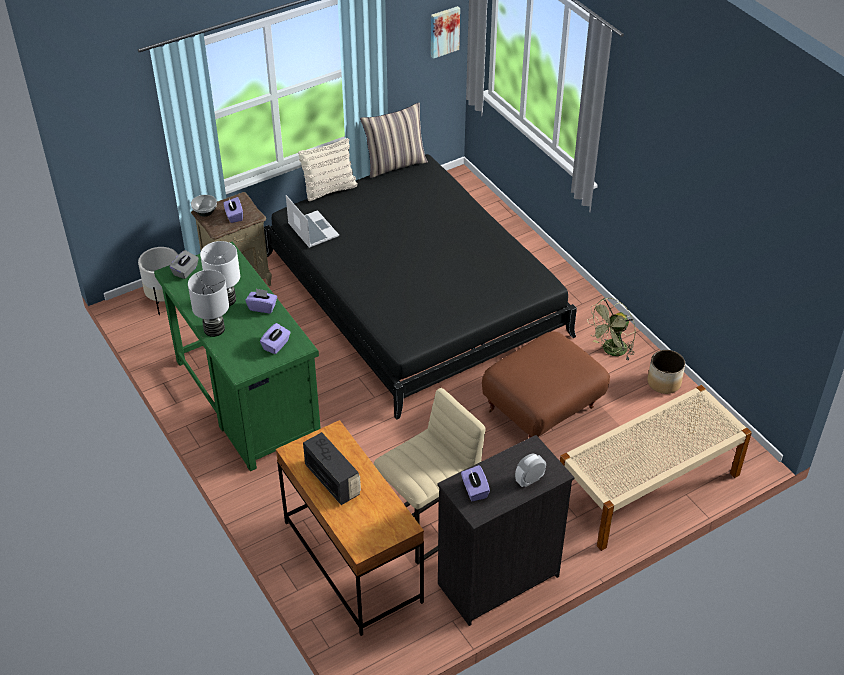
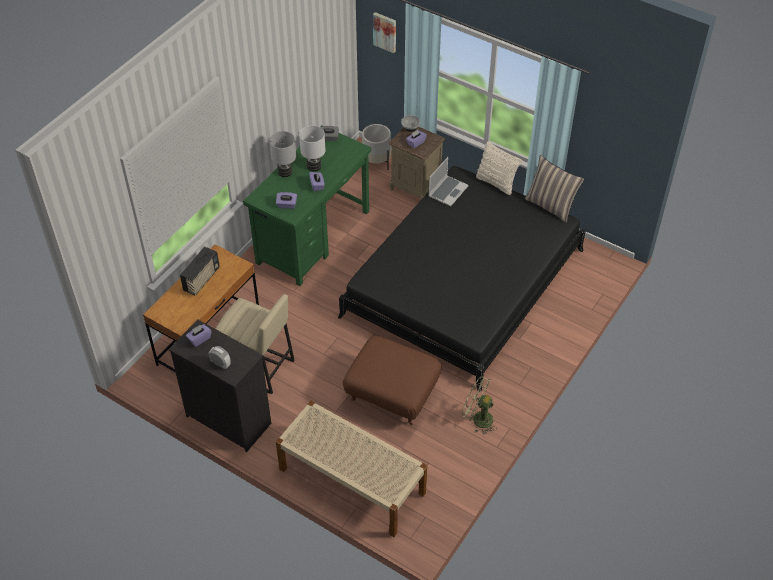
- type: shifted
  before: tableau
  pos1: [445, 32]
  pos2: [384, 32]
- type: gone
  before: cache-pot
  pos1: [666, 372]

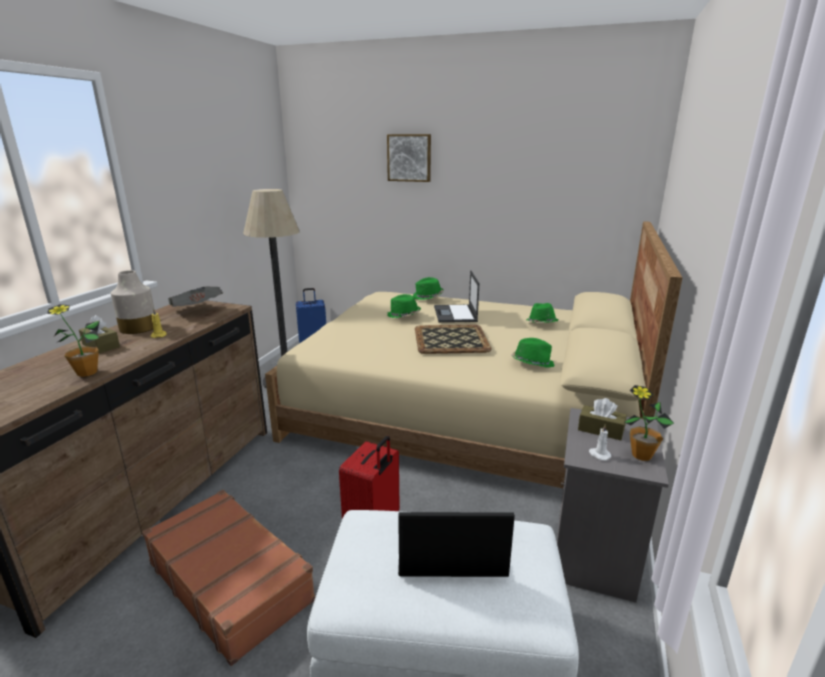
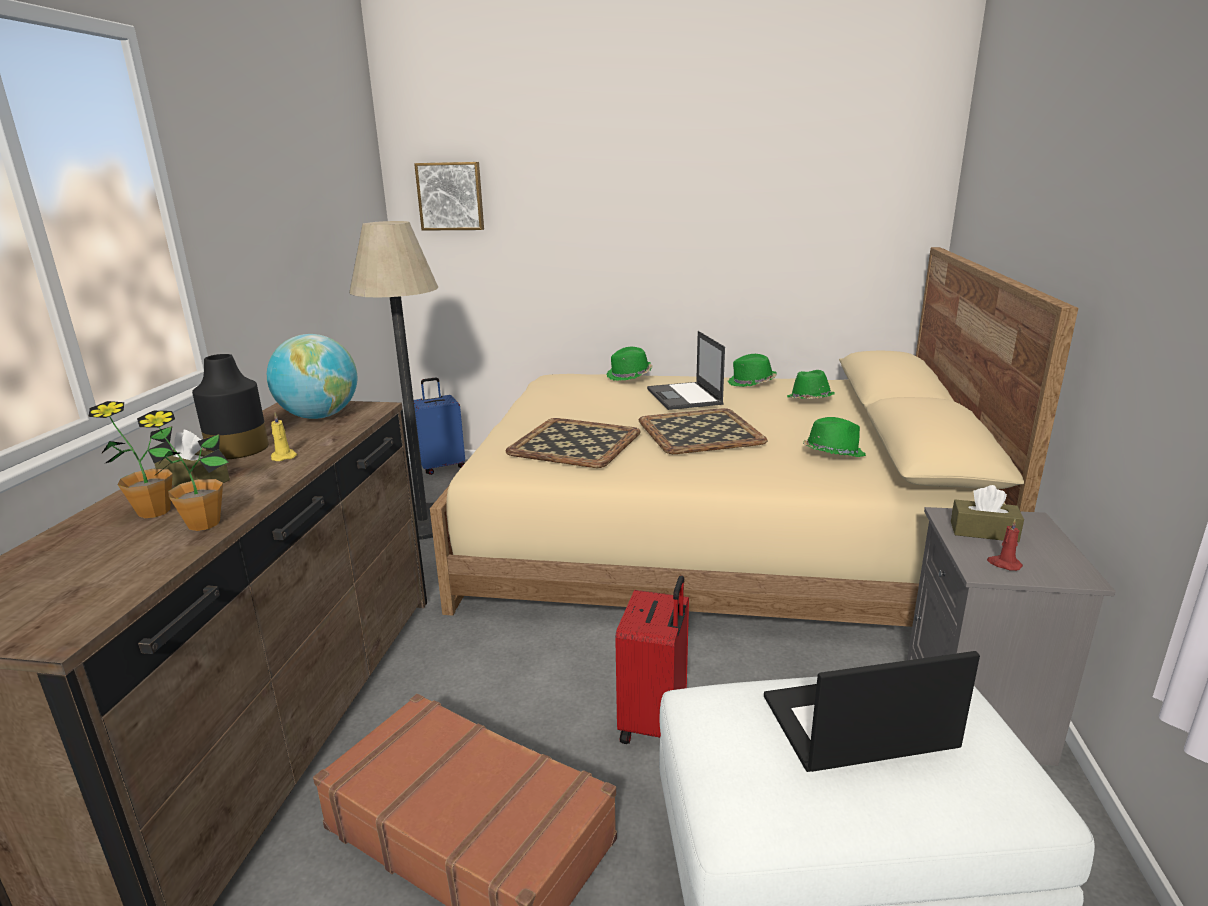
- type: shifted
  before: plante en pot
  pos1: [649, 423]
  pos2: [131, 459]
- type: repainted
  before: vase [beige]
  after: vase [noir]
  pos1: [133, 302]
  pos2: [230, 406]
- type: swapped
  before: journal
  after: globe
  pos1: [195, 296]
  pos2: [312, 376]
- type: shifted
  before: tableau
  pos1: [409, 158]
  pos2: [449, 196]
- type: new
  after: plateau
  pos2: [573, 443]
- type: shifted
  before: chapeau [vert]
  pos1: [404, 306]
  pos2: [752, 370]
- type: repainted
  before: bougie [blanc]
  after: bougie [rouge]
  pos1: [600, 442]
  pos2: [1005, 545]

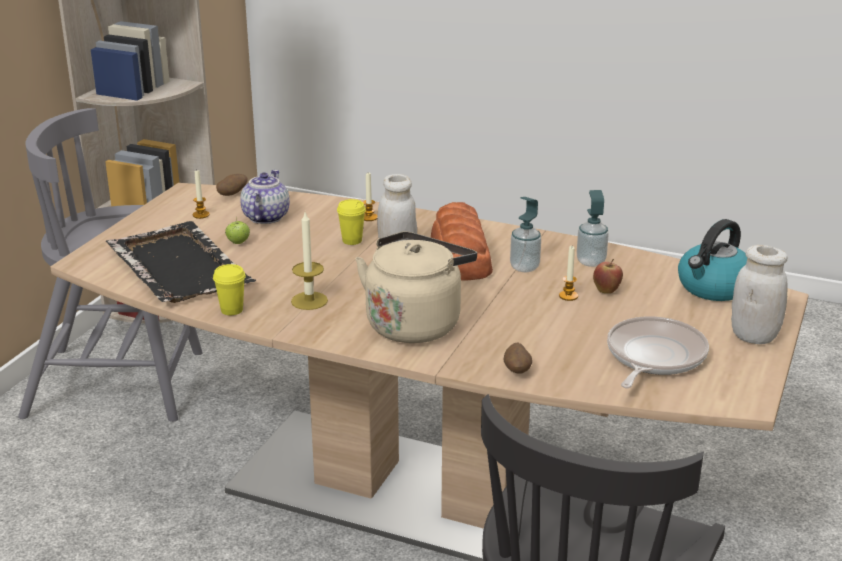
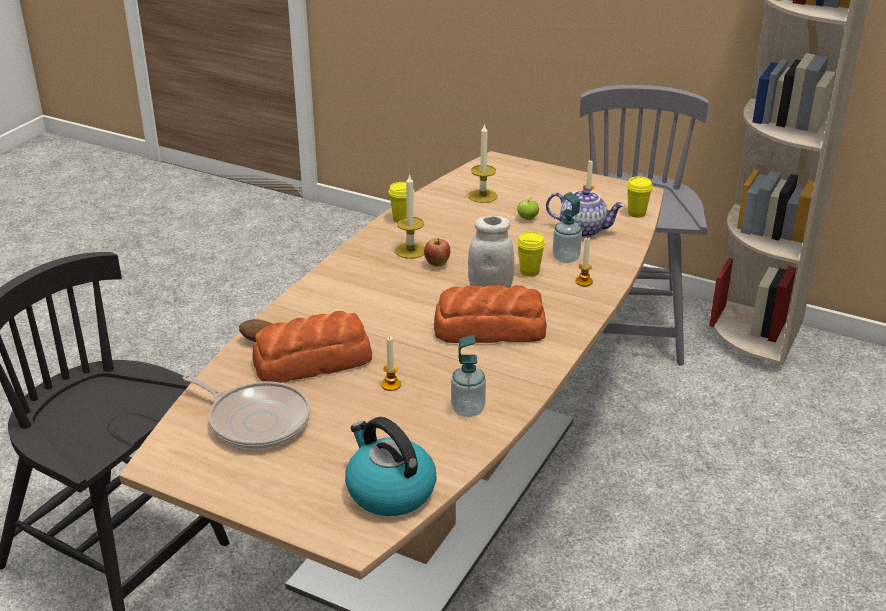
- type: new
  after: pain
  pos2: [312, 347]
- type: shifted
  before: pomme
  pos1: [608, 276]
  pos2: [437, 252]
- type: swapped
  before: plateau [noir]
  after: bougie
  pos1: [181, 262]
  pos2: [483, 163]
- type: shifted
  before: distributeur de savon
  pos1: [525, 234]
  pos2: [567, 227]
- type: swapped
  before: pomme de terre
  after: tasse [jaune]
  pos1: [231, 185]
  pos2: [639, 197]
- type: gone
  before: bouilloire [beige]
  pos1: [416, 287]
- type: gone
  before: bocal [blanc]
  pos1: [759, 294]

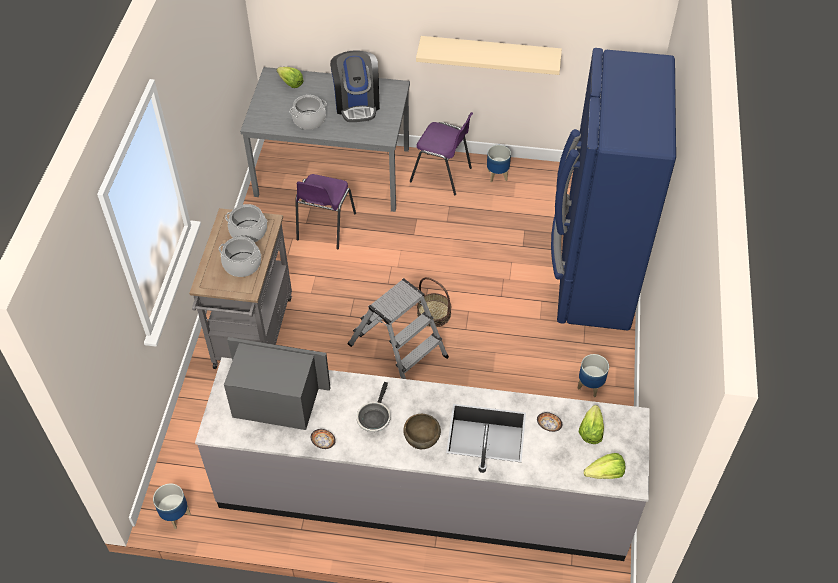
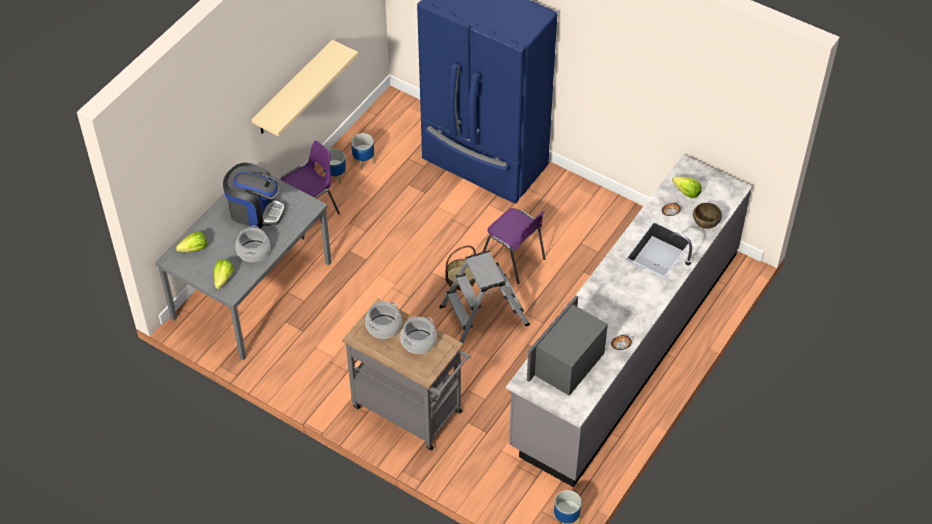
- type: shifted
  before: laitue
  pos1: [605, 466]
  pos2: [224, 274]
- type: shifted
  before: cache-pot
  pos1: [593, 375]
  pos2: [363, 151]
- type: shifted
  before: chaise [violet]
  pos1: [325, 211]
  pos2: [514, 246]
- type: shifted
  before: bol [marron]
  pos1: [422, 431]
  pos2: [707, 216]
- type: gone
  before: poêle
  pos1: [373, 407]

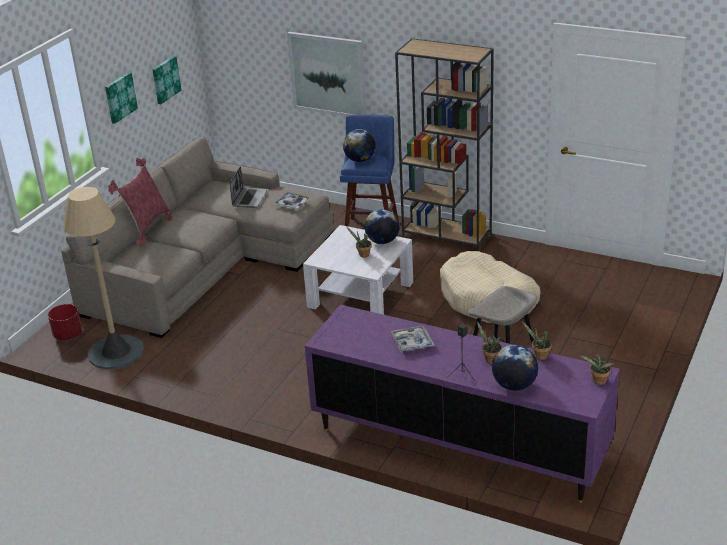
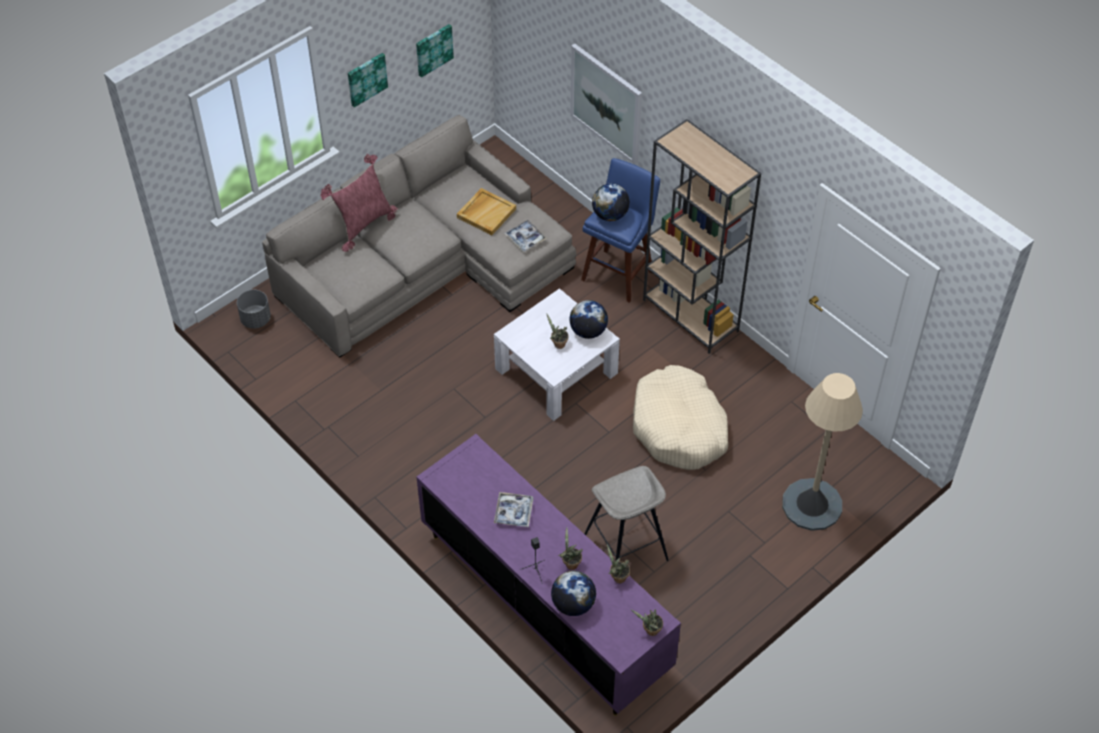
- type: repainted
  before: cache-pot [rouge]
  after: cache-pot [gris]
  pos1: [65, 322]
  pos2: [254, 309]
- type: swapped
  before: ordinateur portable
  after: plateau [beige]
  pos1: [248, 187]
  pos2: [486, 211]
- type: shifted
  before: lampadaire [beige]
  pos1: [103, 278]
  pos2: [822, 452]

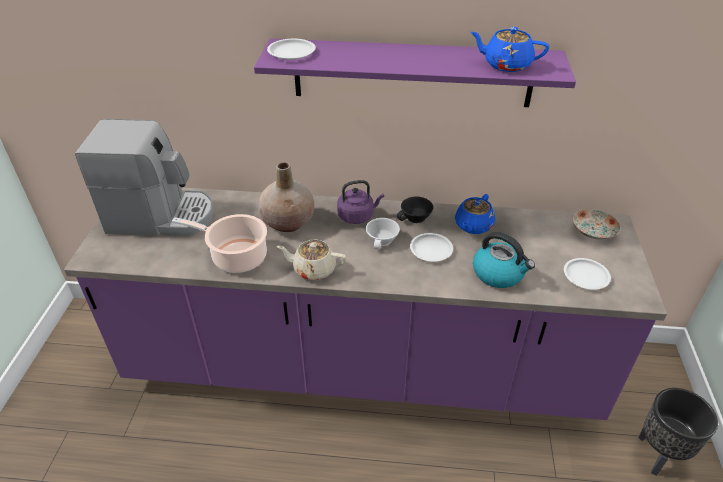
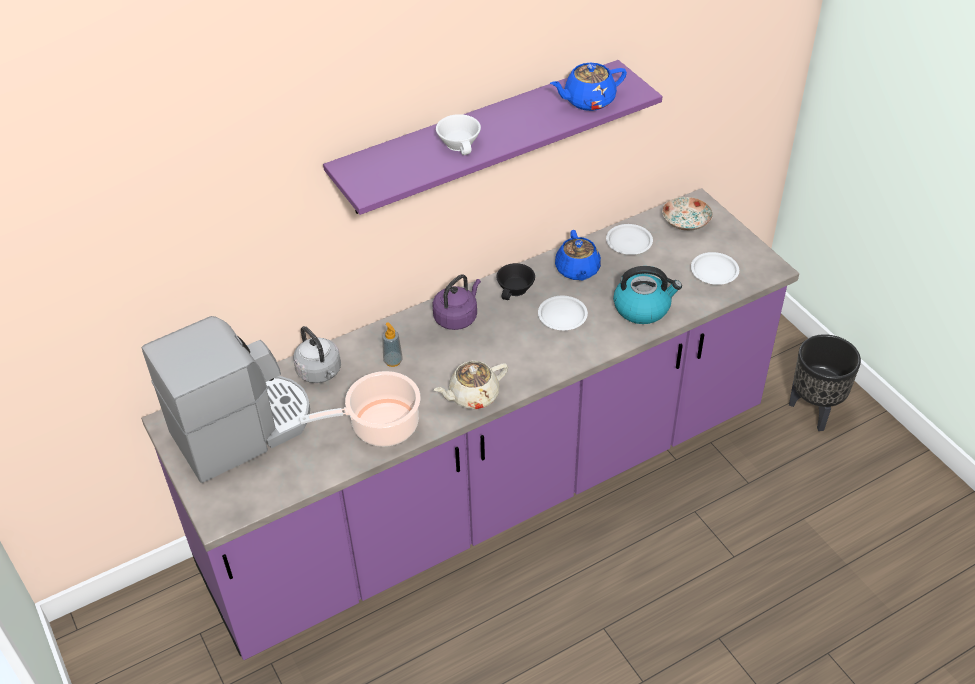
- type: new
  after: bouilloire [gris]
  pos2: [317, 354]
- type: swapped
  before: vase [beige]
  after: distributeur de savon
  pos1: [286, 197]
  pos2: [392, 344]
- type: shifted
  before: tasse [blanc]
  pos1: [383, 234]
  pos2: [458, 134]
- type: shifted
  before: assiette [blanc]
  pos1: [291, 49]
  pos2: [629, 239]

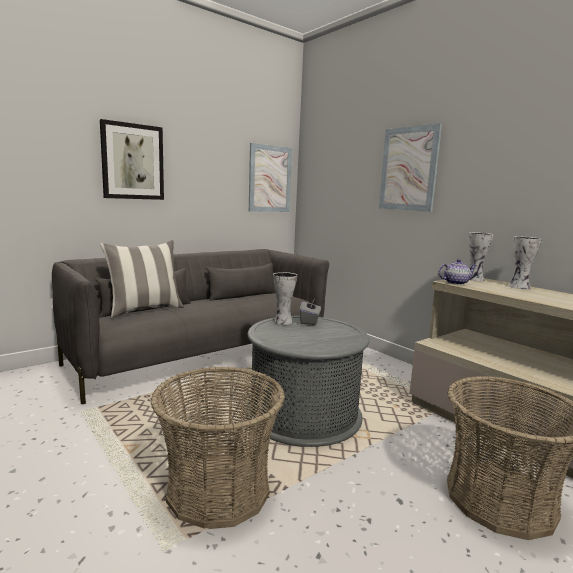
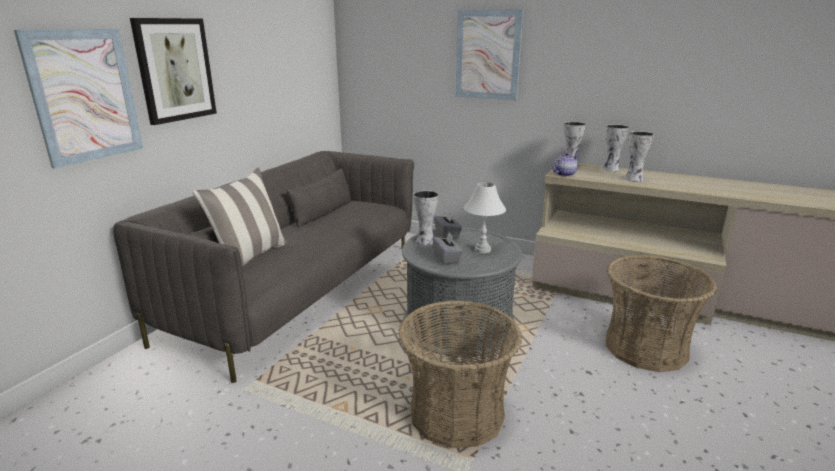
- type: shifted
  before: tableau
  pos1: [270, 177]
  pos2: [78, 98]
- type: new
  after: boîte à mouchoirs [gris]
  pos2: [447, 248]
- type: new
  after: lampe de table [blanc]
  pos2: [485, 217]
- type: new
  after: vase
  pos2: [639, 156]

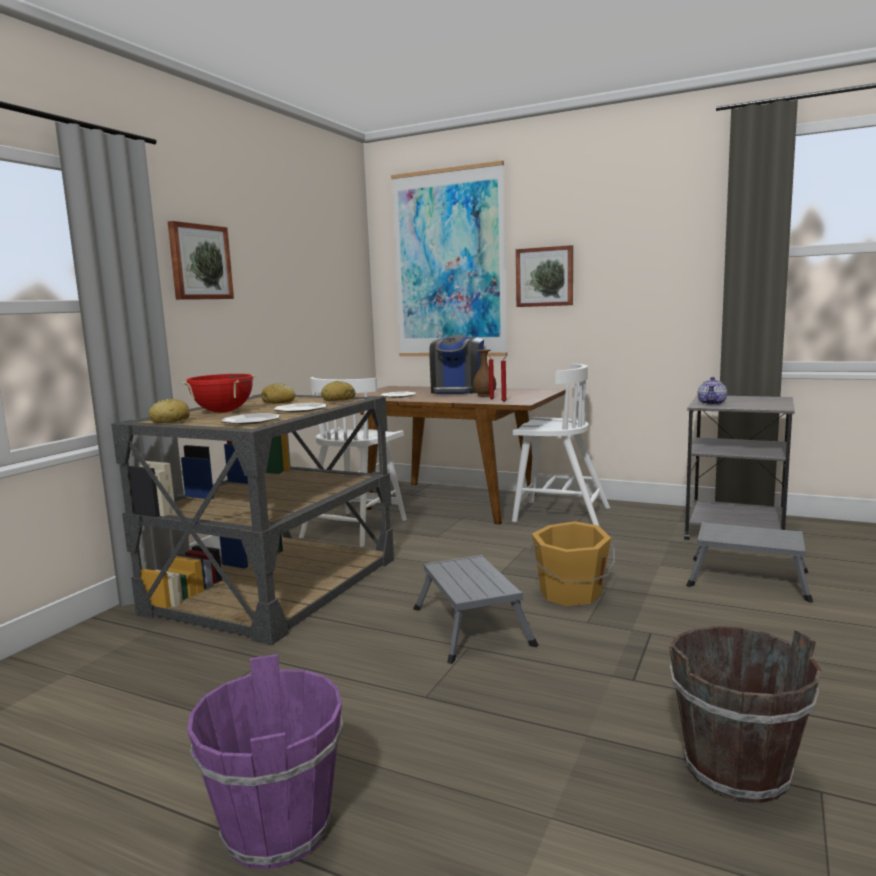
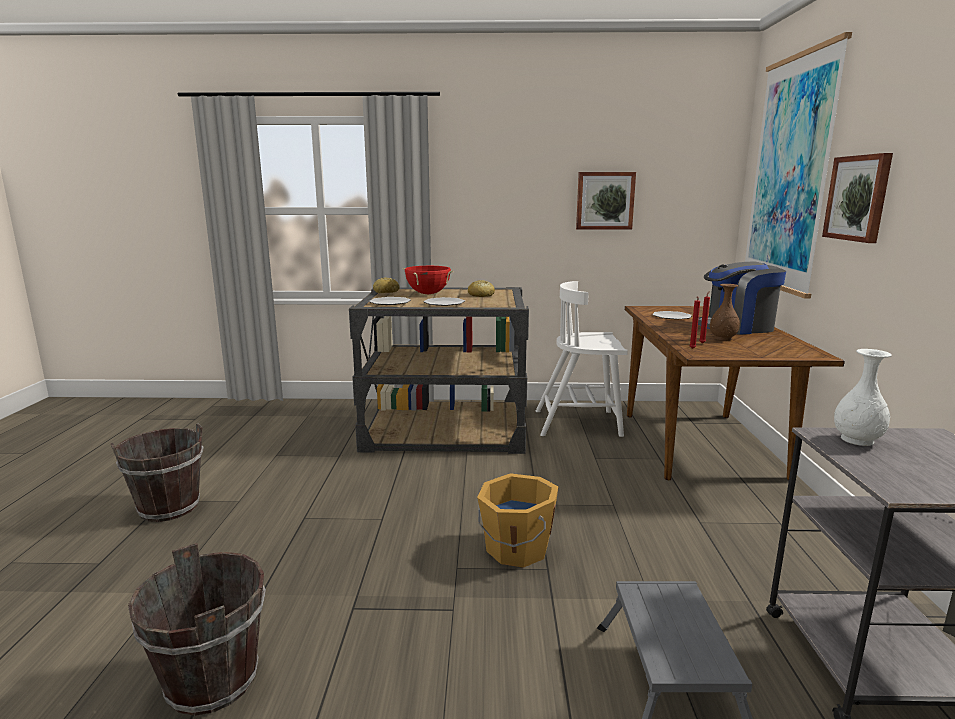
- type: repainted
  before: seau [violet]
  after: seau [marron]
  pos1: [265, 761]
  pos2: [156, 472]
- type: shifted
  before: tableau
  pos1: [201, 260]
  pos2: [606, 201]
- type: swapped
  before: théière
  after: vase [blanc]
  pos1: [712, 391]
  pos2: [863, 397]
- type: gone
  before: pain
  pos1: [338, 391]
- type: gone
  before: escabeau [gris]
  pos1: [475, 609]
- type: gone
  before: chaise [blanc]
  pos1: [561, 445]

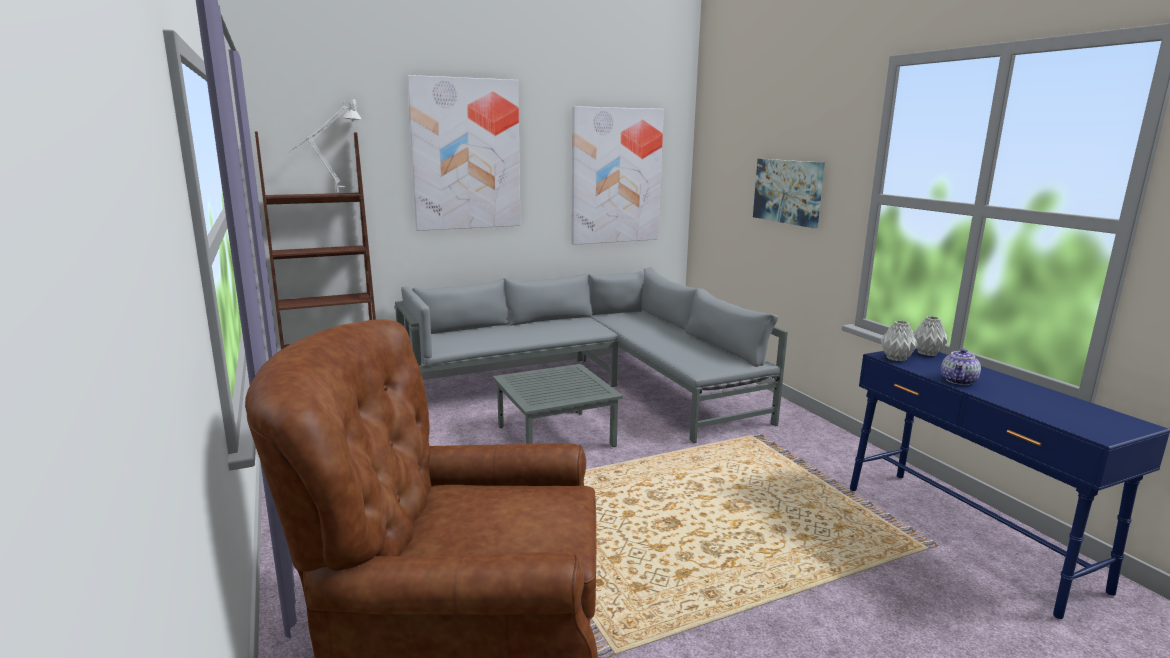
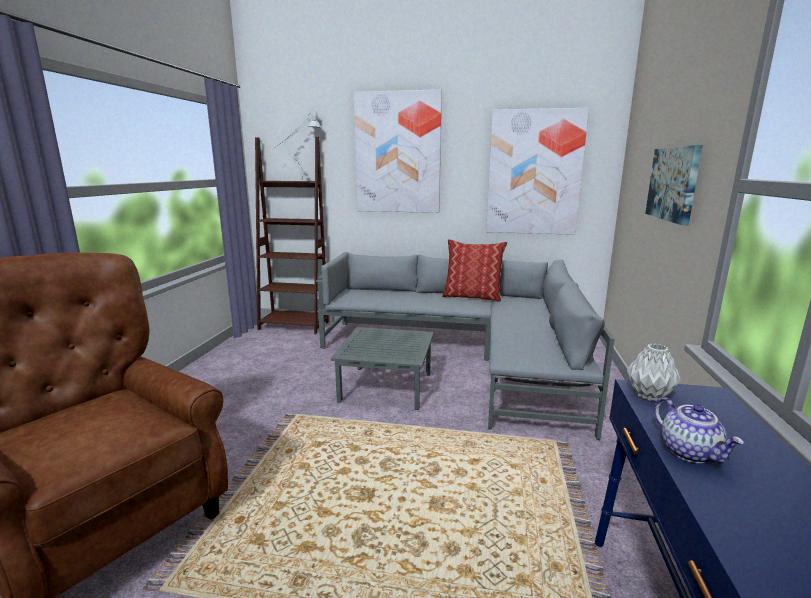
- type: new
  after: coussin
  pos2: [474, 270]
- type: rotated
  before: théière
  pos1: [961, 367]
  pos2: [699, 431]
  turn: -90
- type: gone
  before: vase [gris]
  pos1: [931, 336]

